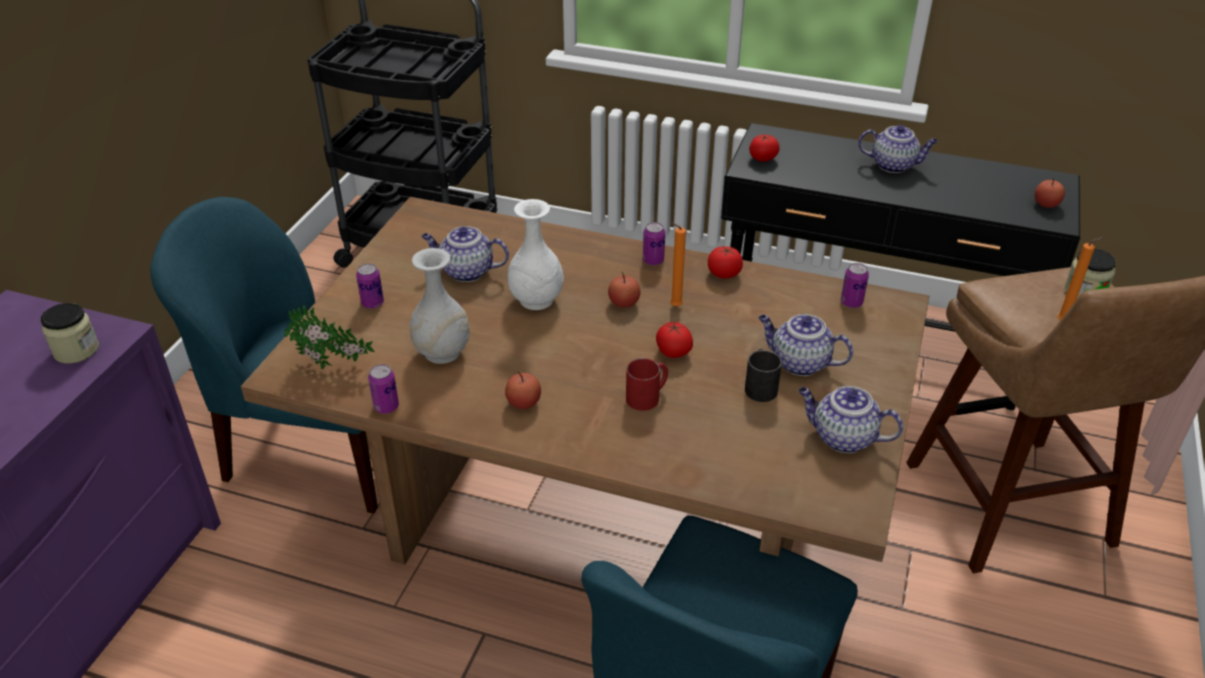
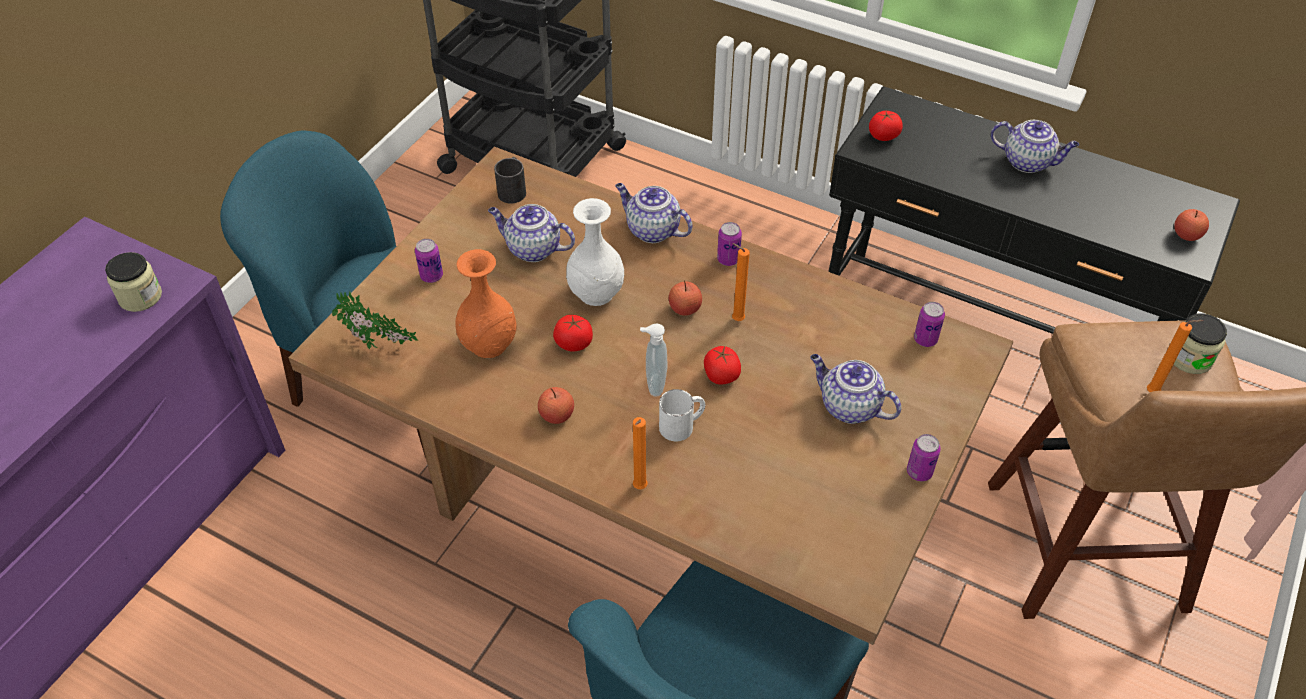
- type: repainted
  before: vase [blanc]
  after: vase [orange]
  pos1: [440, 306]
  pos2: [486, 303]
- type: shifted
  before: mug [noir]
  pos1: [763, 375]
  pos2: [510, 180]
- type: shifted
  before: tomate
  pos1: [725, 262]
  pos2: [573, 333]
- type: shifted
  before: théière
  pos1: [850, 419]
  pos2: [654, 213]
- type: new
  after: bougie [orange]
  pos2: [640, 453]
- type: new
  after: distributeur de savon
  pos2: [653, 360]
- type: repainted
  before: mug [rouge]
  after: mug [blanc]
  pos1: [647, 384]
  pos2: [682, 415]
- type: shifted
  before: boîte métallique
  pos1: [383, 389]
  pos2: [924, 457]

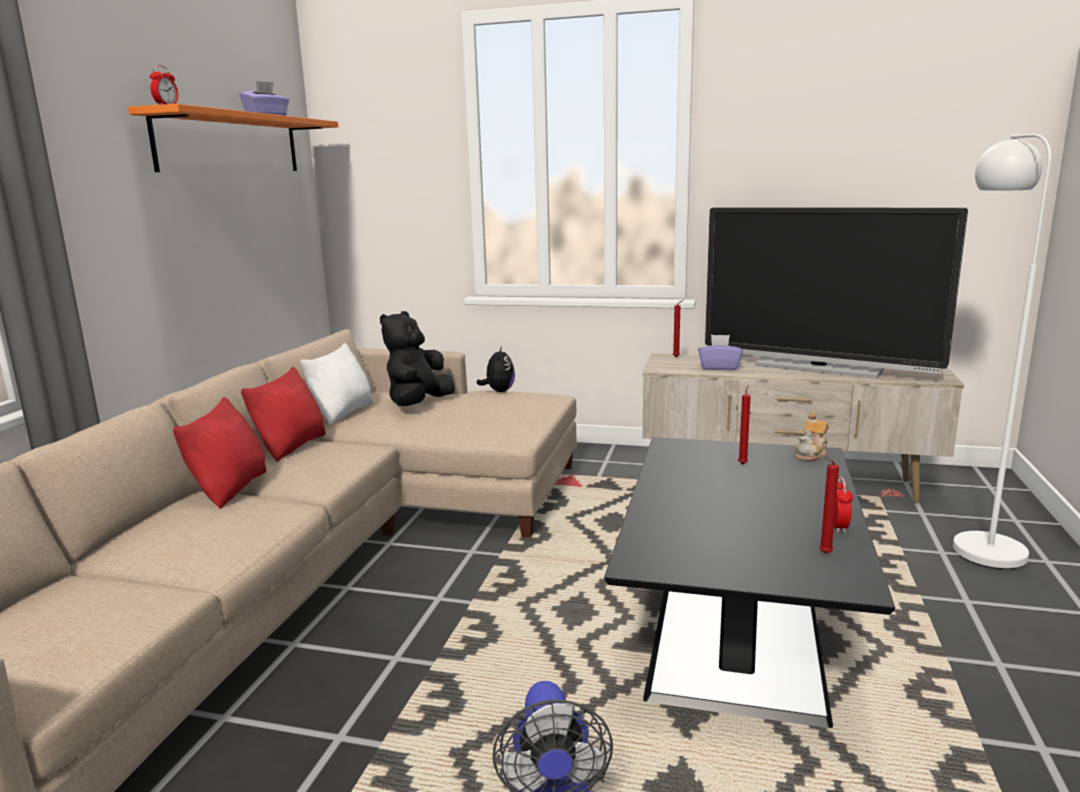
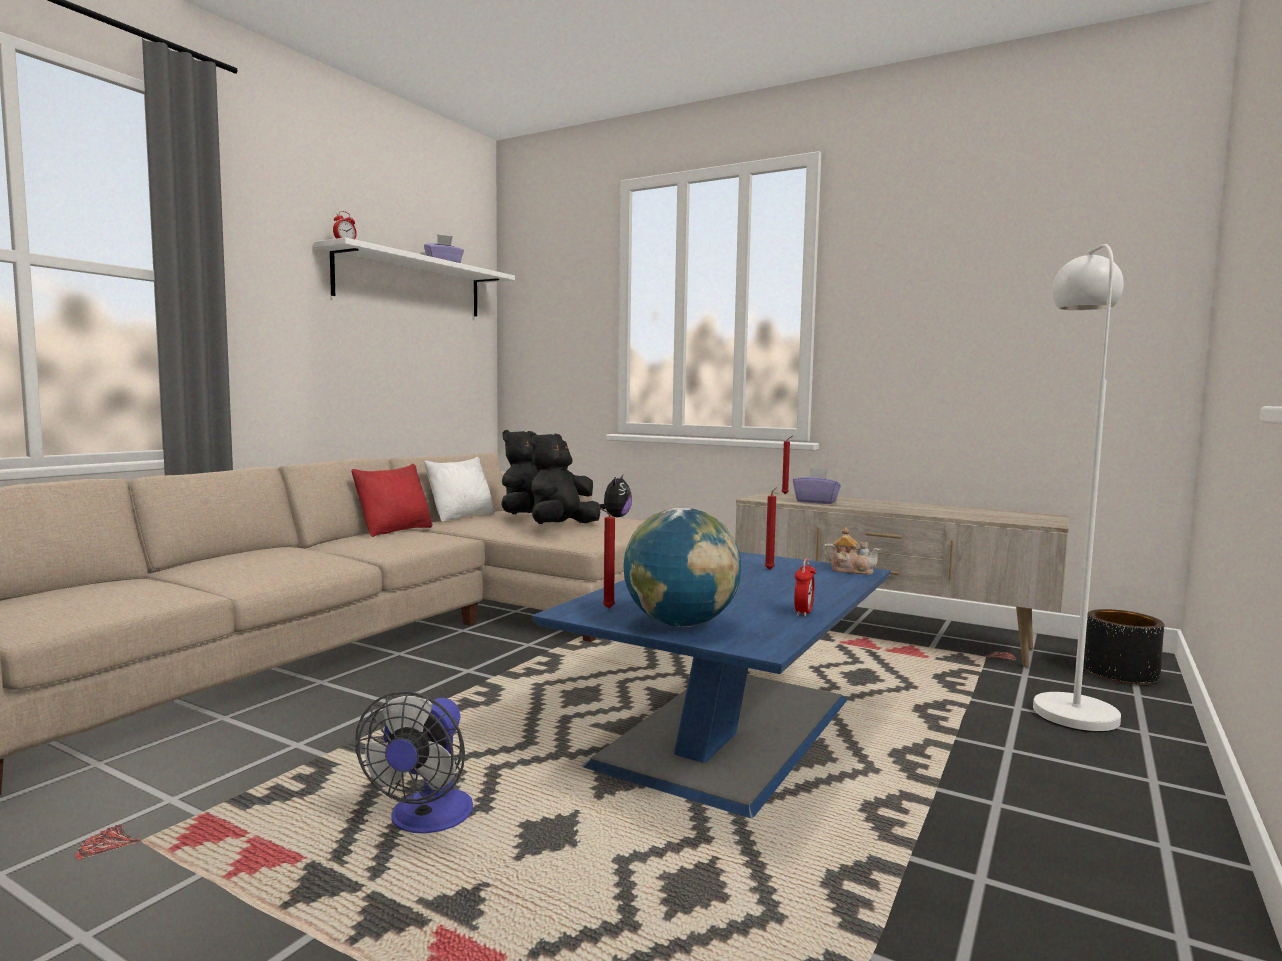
- type: repainted
  before: étagère [orange]
  after: étagère [blanc]
  pos1: [233, 138]
  pos2: [414, 277]
- type: new
  after: peluche [noir]
  pos2: [565, 478]
- type: repainted
  before: table basse [noir]
  after: table basse [bleu]
  pos1: [749, 582]
  pos2: [711, 685]
- type: shifted
  before: bougie [rouge]
  pos1: [829, 505]
  pos2: [607, 558]
- type: new
  after: globe
  pos2: [682, 567]
- type: rotated
  before: théière
  pos1: [812, 437]
  pos2: [852, 551]
  turn: -120
- type: new
  after: cache-pot [noir]
  pos2: [1123, 647]
- type: gone
  before: coussin [rouge]
  pos1: [219, 453]
- type: gone
  before: téléviseur
  pos1: [836, 293]

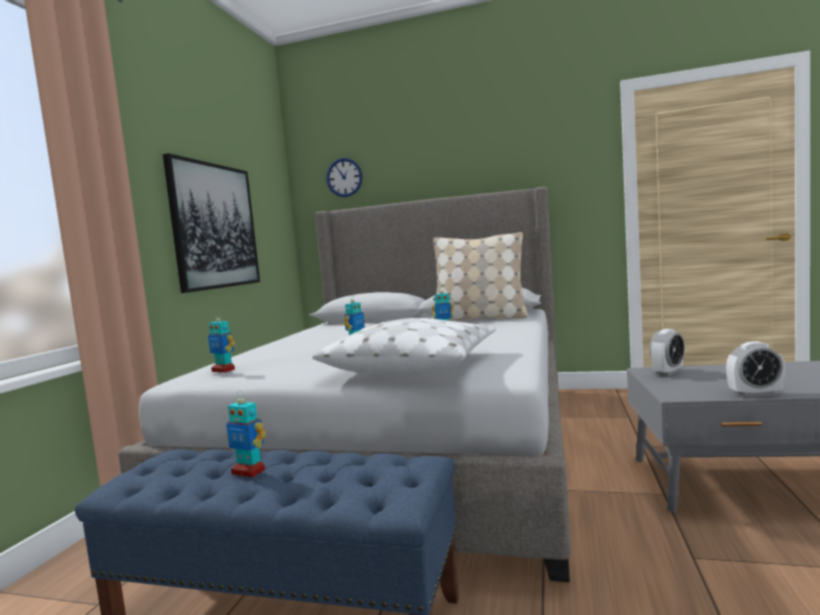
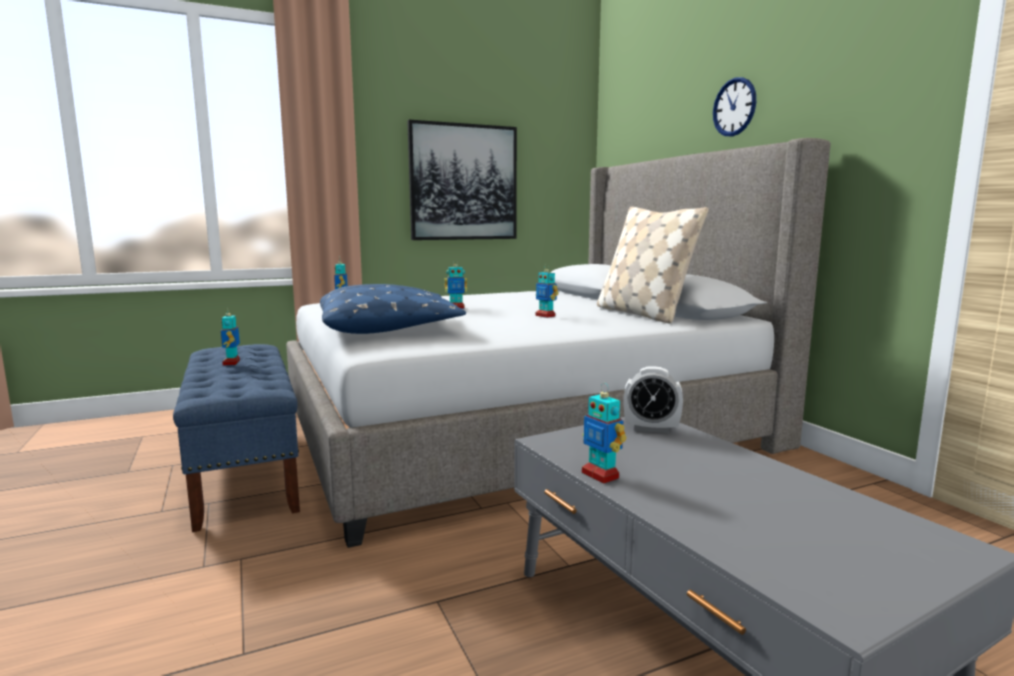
- type: repainted
  before: coussin [blanc]
  after: coussin [bleu]
  pos1: [404, 347]
  pos2: [393, 309]
- type: swapped
  before: réveil
  after: robot jouet
  pos1: [755, 369]
  pos2: [604, 433]
- type: shifted
  before: horloge murale
  pos1: [344, 177]
  pos2: [734, 107]

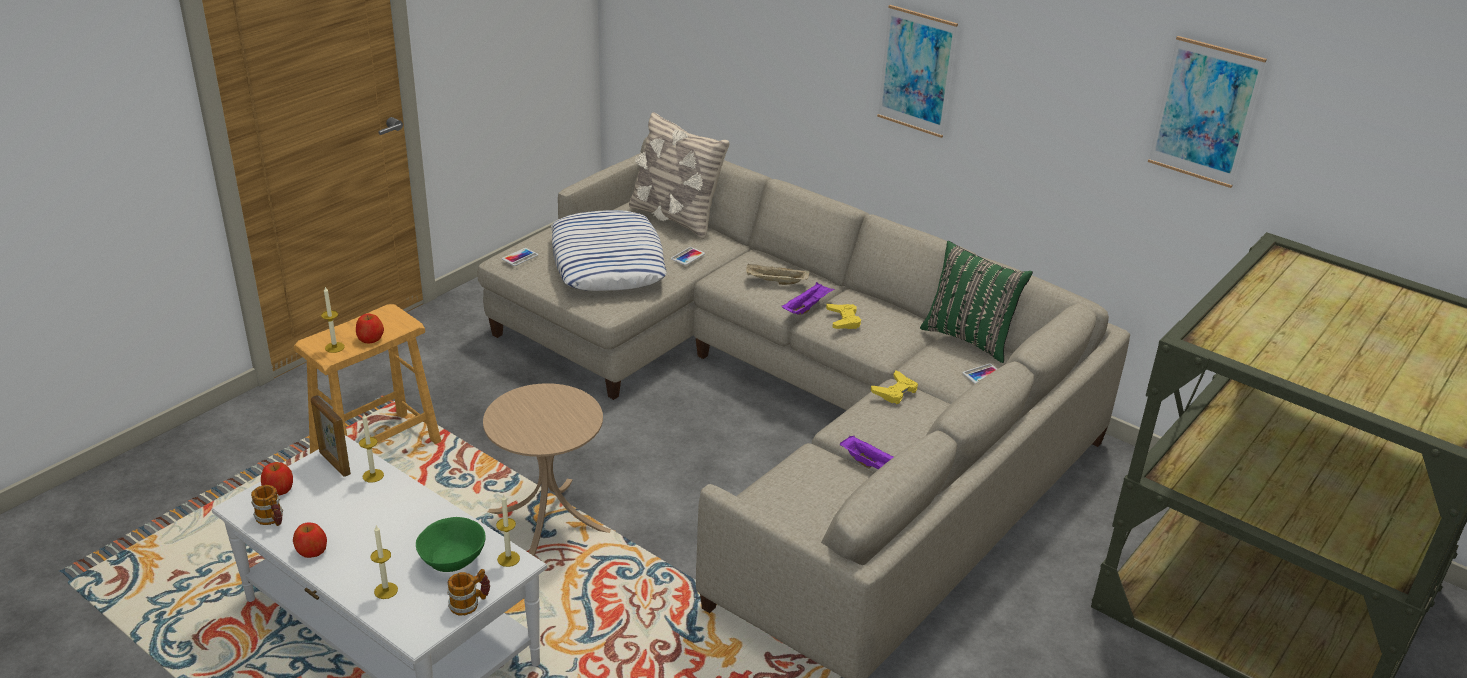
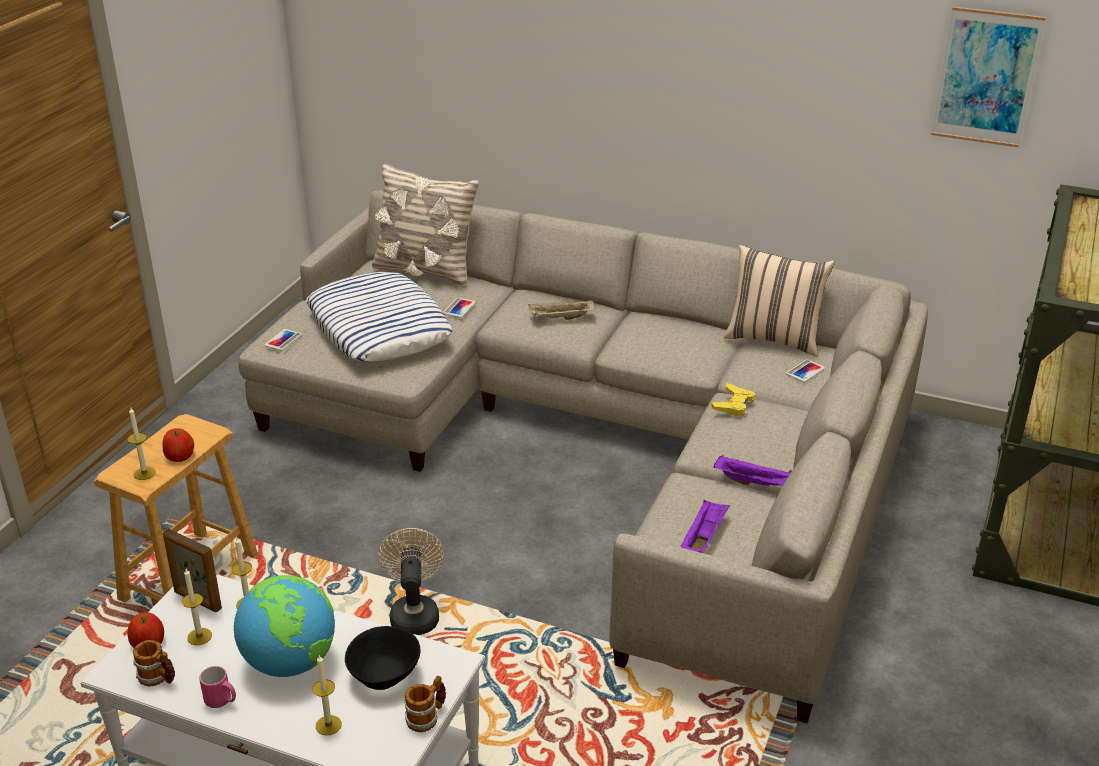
- type: shifted
  before: bougie
  pos1: [508, 531]
  pos2: [197, 607]
- type: swapped
  before: pomme
  after: mug [rose]
  pos1: [310, 540]
  pos2: [217, 687]
- type: new
  after: globe
  pos2: [284, 626]
- type: repainted
  before: bol [vert]
  after: bol [noir]
  pos1: [451, 544]
  pos2: [382, 658]
- type: swapped
  before: table d'appoint [beige]
  after: ventilateur [beige]
  pos1: [549, 469]
  pos2: [411, 581]
- type: shifted
  before: plateau [violet]
  pos1: [808, 298]
  pos2: [705, 526]
- type: repainted
  before: coussin [vert]
  after: coussin [beige]
  pos1: [976, 302]
  pos2: [779, 301]
- type: gone
  before: manette [jaune]
  pos1: [843, 316]
- type: gone
  before: tableau
  pos1: [917, 71]

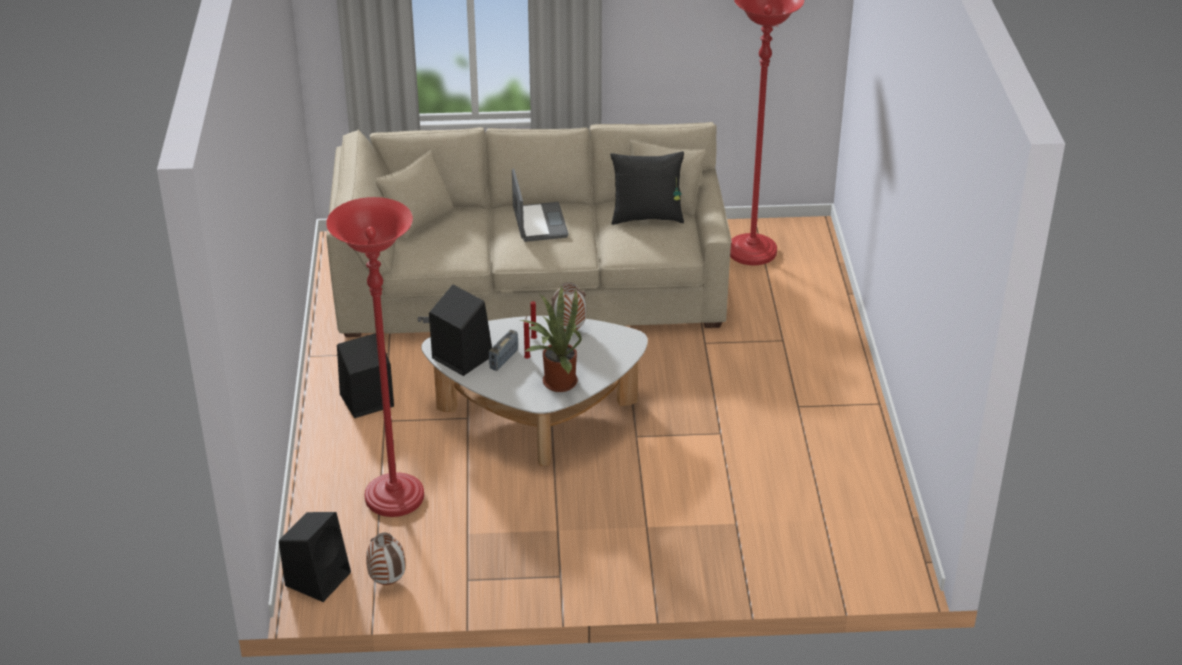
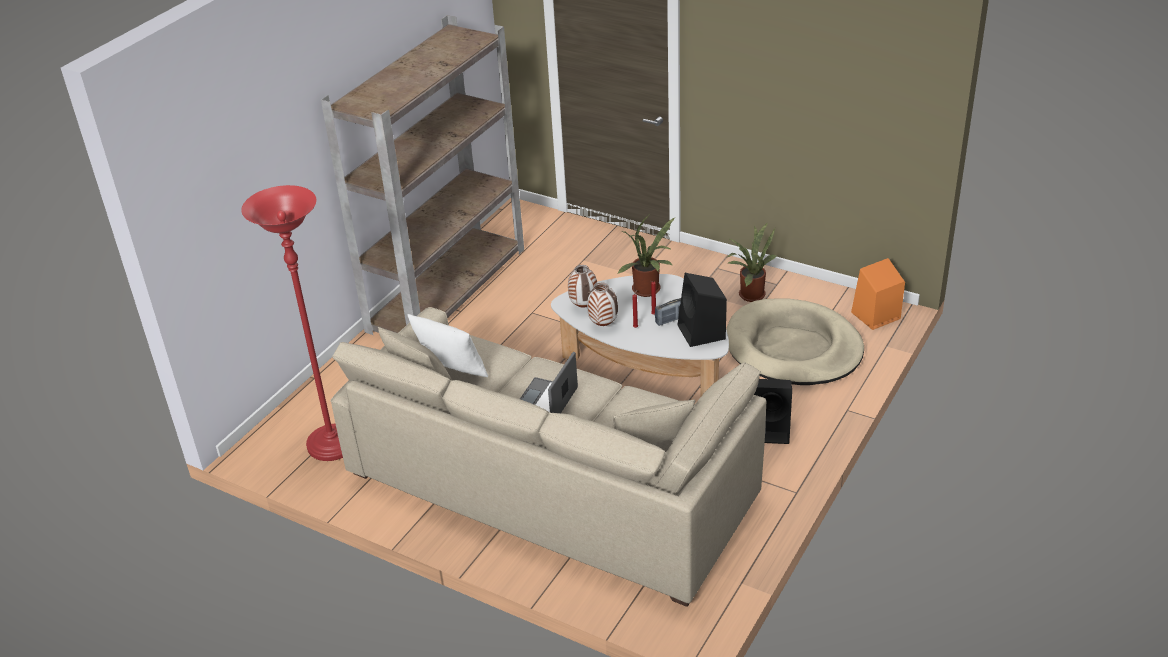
- type: new
  after: bibliothèque [marron]
  pos2: [422, 175]
- type: repainted
  before: coussin [noir]
  after: coussin [blanc]
  pos1: [647, 188]
  pos2: [448, 345]
- type: shifted
  before: vase
  pos1: [385, 559]
  pos2: [582, 286]
- type: swapped
  before: lampadaire [rouge]
  after: panier pour chien [beige]
  pos1: [375, 357]
  pos2: [795, 342]
- type: new
  after: plante en pot
  pos2: [752, 262]
- type: repainted
  before: enceinte [noir]
  after: enceinte [orange]
  pos1: [315, 557]
  pos2: [878, 294]

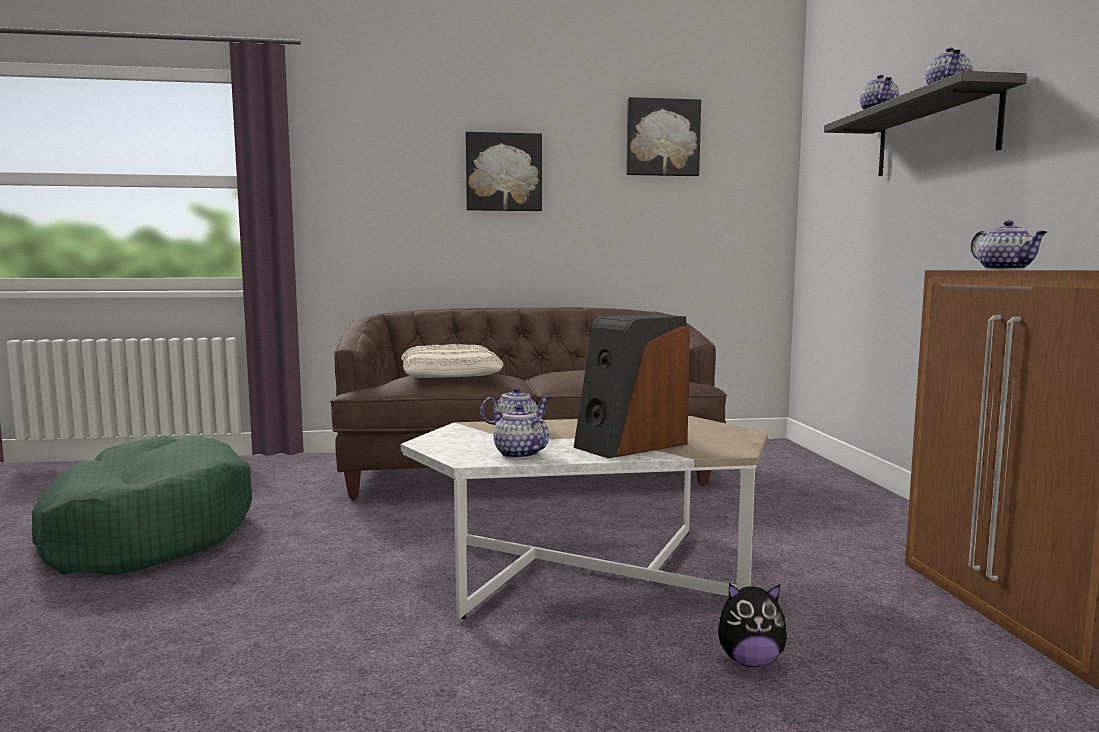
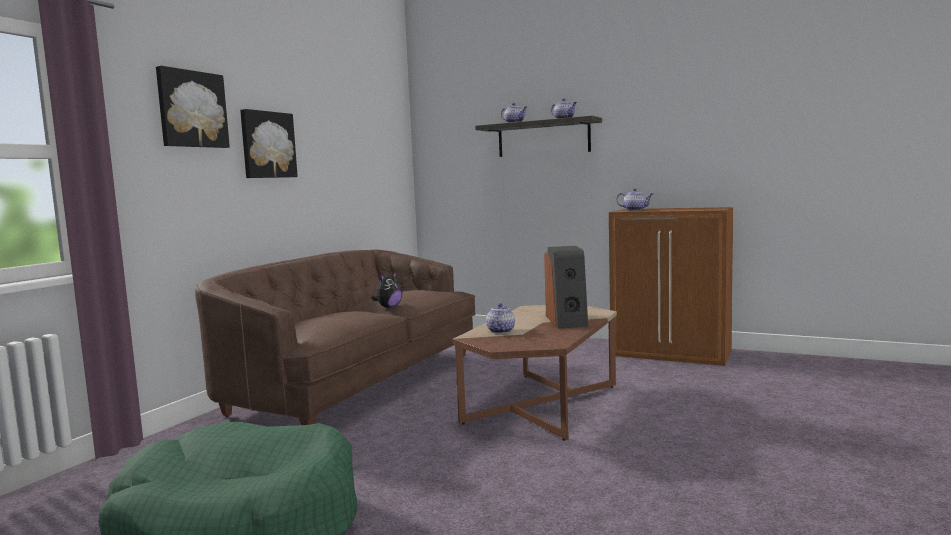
- type: shifted
  before: tableau
  pos1: [663, 136]
  pos2: [193, 107]
- type: shifted
  before: peluche
  pos1: [752, 625]
  pos2: [386, 290]
- type: repainted
  before: table basse [blanc]
  after: table basse [marron]
  pos1: [584, 517]
  pos2: [534, 373]
- type: gone
  before: coussin [beige]
  pos1: [452, 361]
- type: gone
  before: théière
  pos1: [520, 432]

